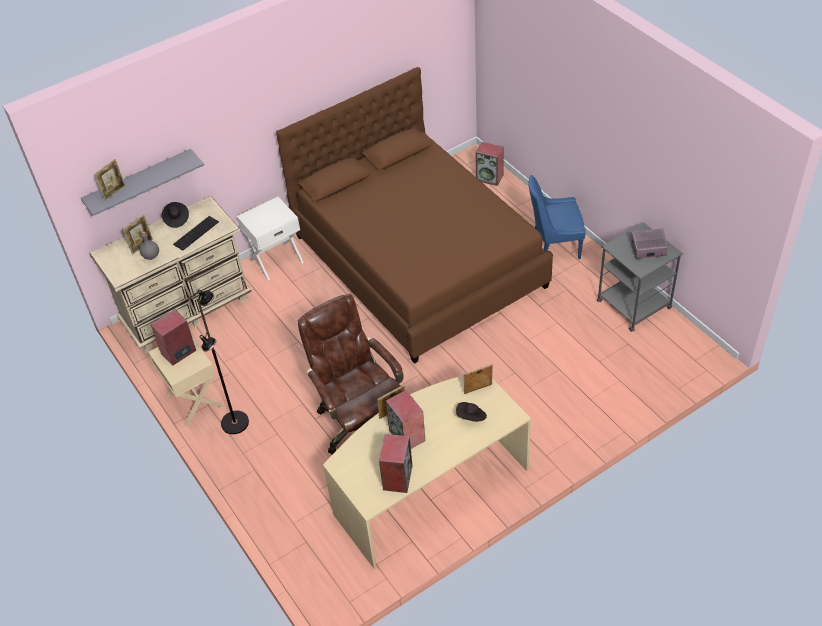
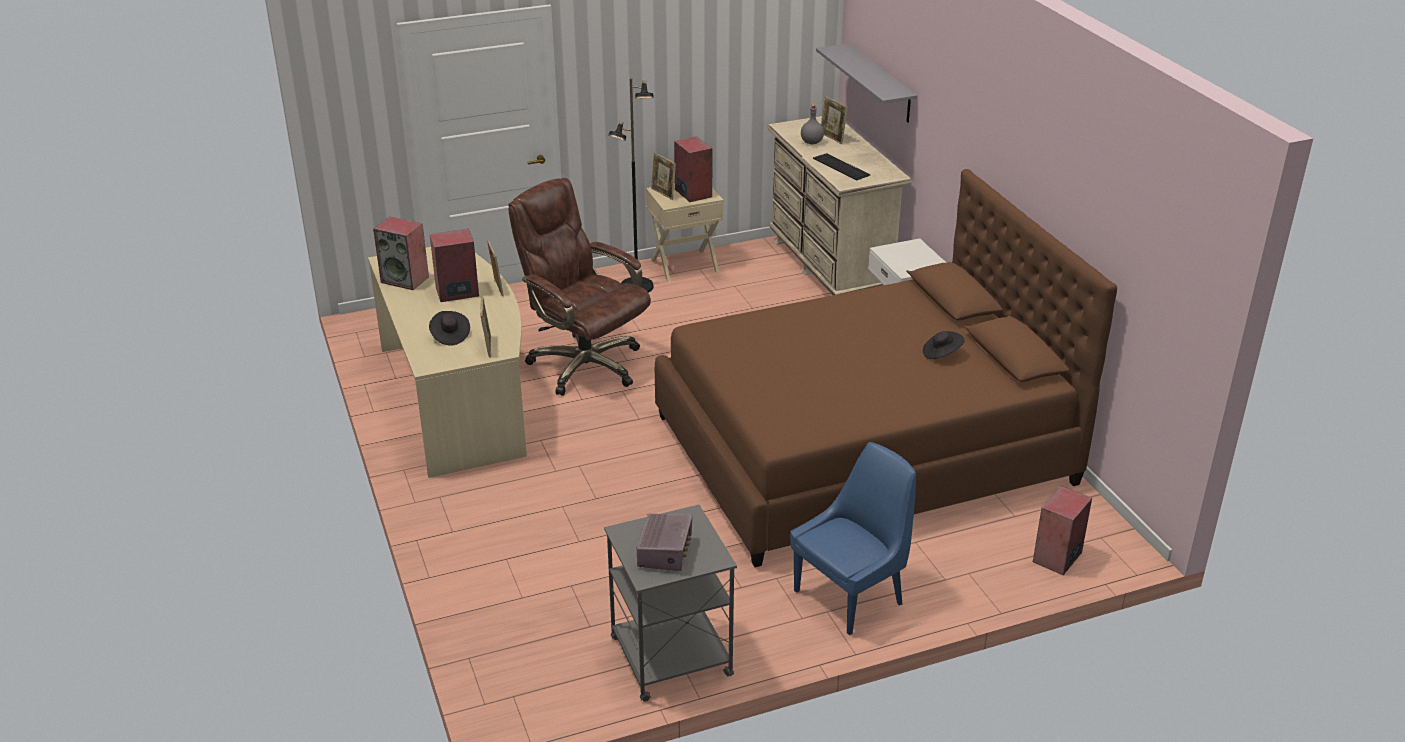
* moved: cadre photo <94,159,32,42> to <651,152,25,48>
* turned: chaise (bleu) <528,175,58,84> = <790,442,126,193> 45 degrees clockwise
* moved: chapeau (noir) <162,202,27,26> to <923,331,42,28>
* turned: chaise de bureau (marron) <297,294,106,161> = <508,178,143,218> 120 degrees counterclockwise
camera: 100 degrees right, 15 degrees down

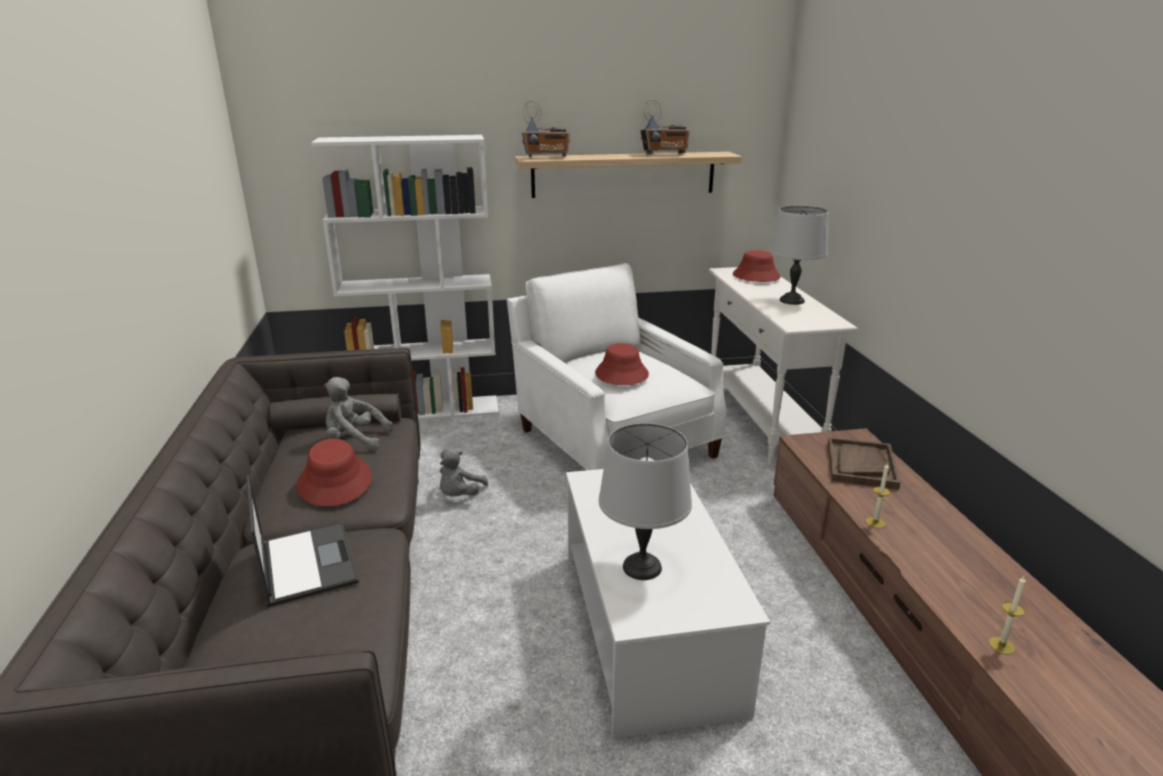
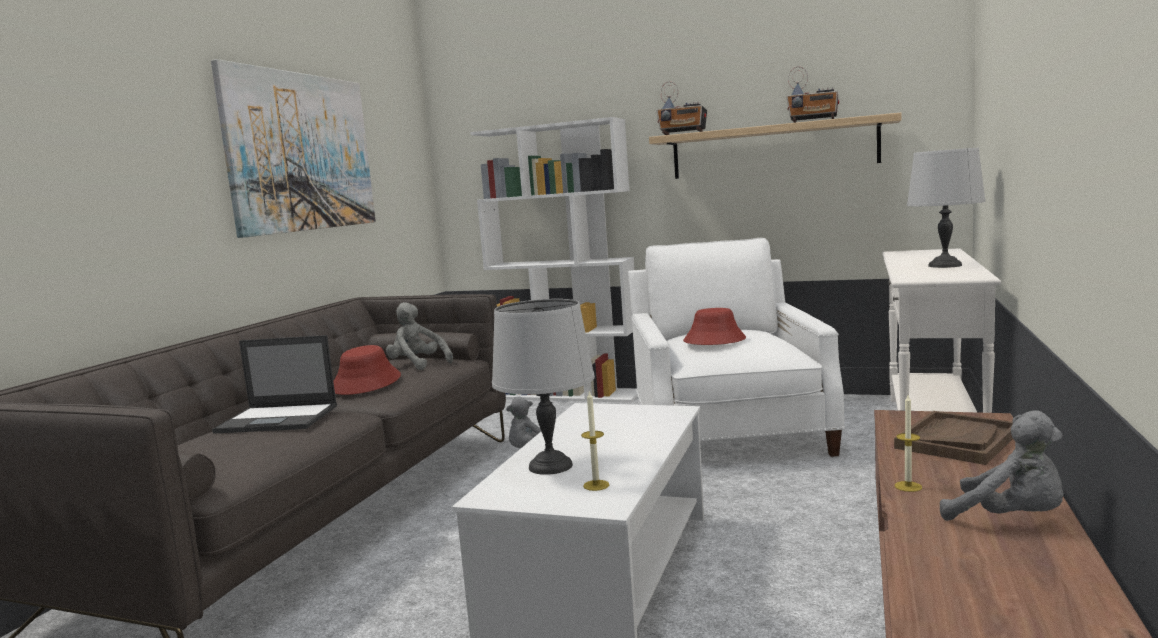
* removed: chapeau (rouge) <733,250,48,32>
* turned: ordinateur portable <246,475,113,133> = <212,335,125,99> 90 degrees clockwise
* moved: bougie <989,576,36,79> to <581,391,28,100>
* added: tableau <211,59,165,179>
* added: peluche (gris) <940,410,124,111>
camera: 30 degrees right, 15 degrees down

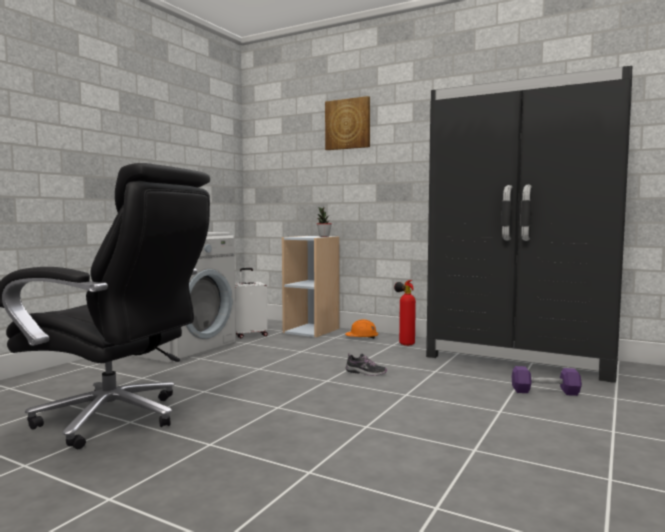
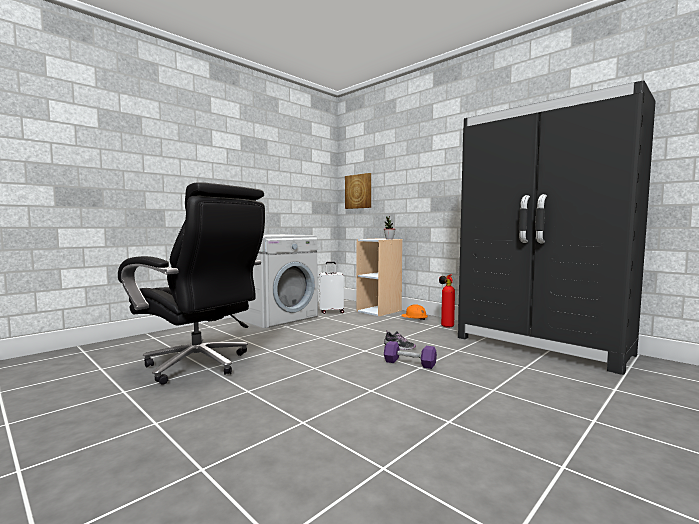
* moved: tableau <325,96,45,54> to <345,173,26,36>
* moved: haltère (violet) <512,366,70,30> to <384,341,53,28>
camera: 15 degrees right, 0 degrees up

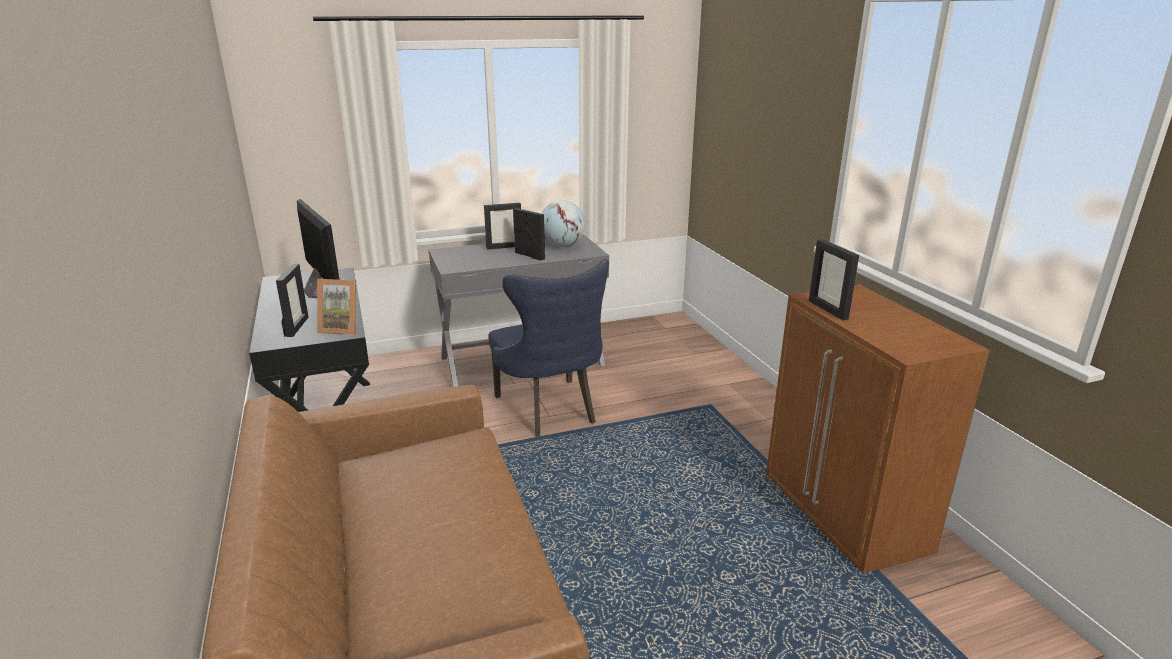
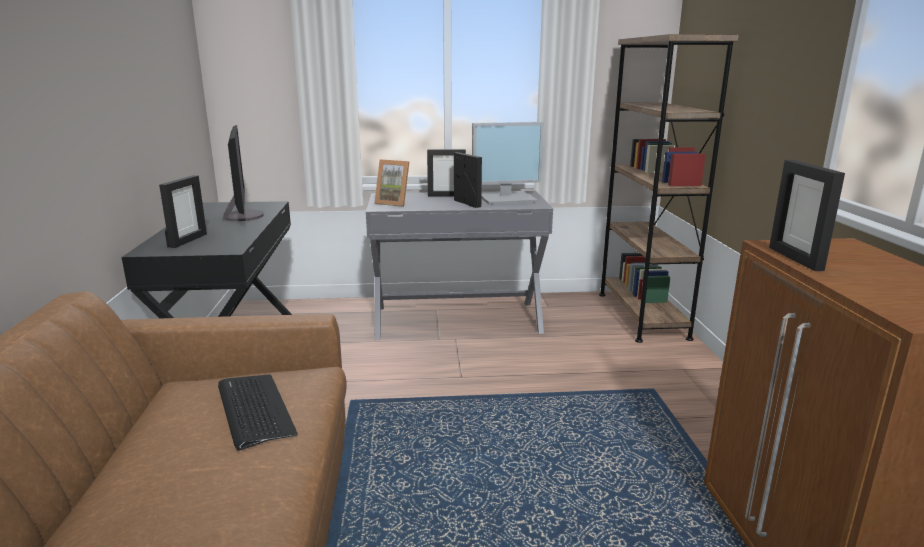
* replaced: globe <541,200,44,47> to écran d'ordinateur <472,122,72,83>
* removed: chaise (bleu) <489,260,120,177>
* moved: cadre photo <317,279,39,56> to <374,159,35,48>
* added: bibliothèque (marron) <599,34,140,309>
* added: clavier <218,374,80,77>
camera: 15 degrees right, 5 degrees down

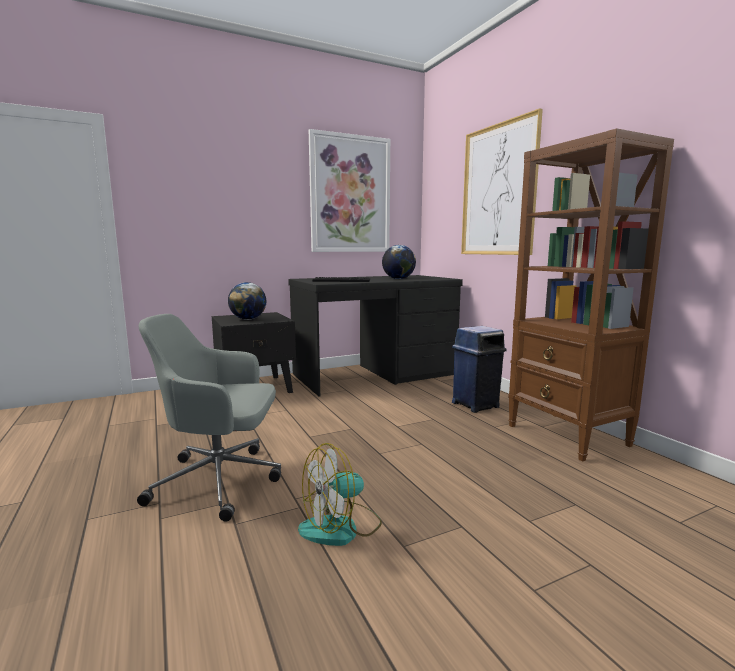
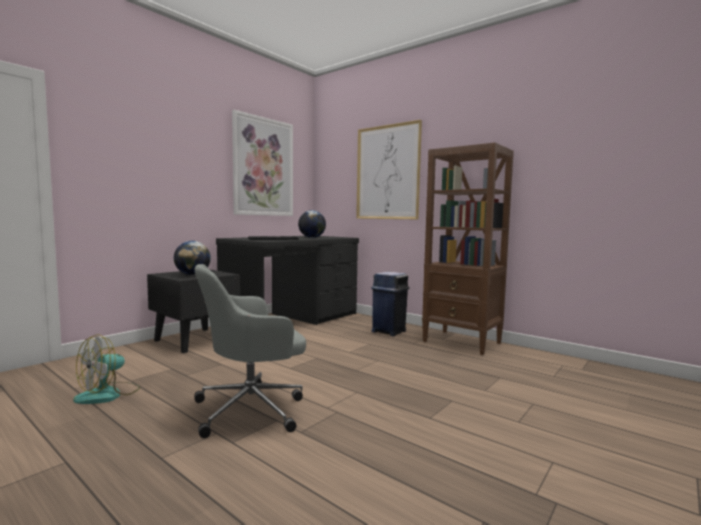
* moved: ventilateur <298,443,84,103> to <73,334,67,70>
camera: 25 degrees left, 5 degrees down

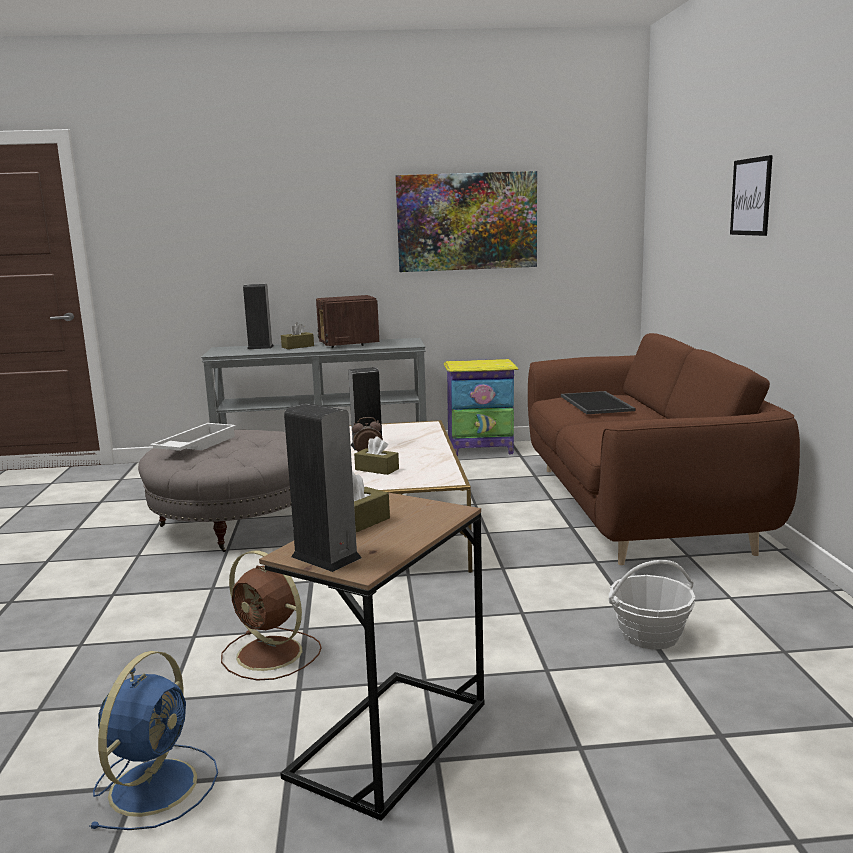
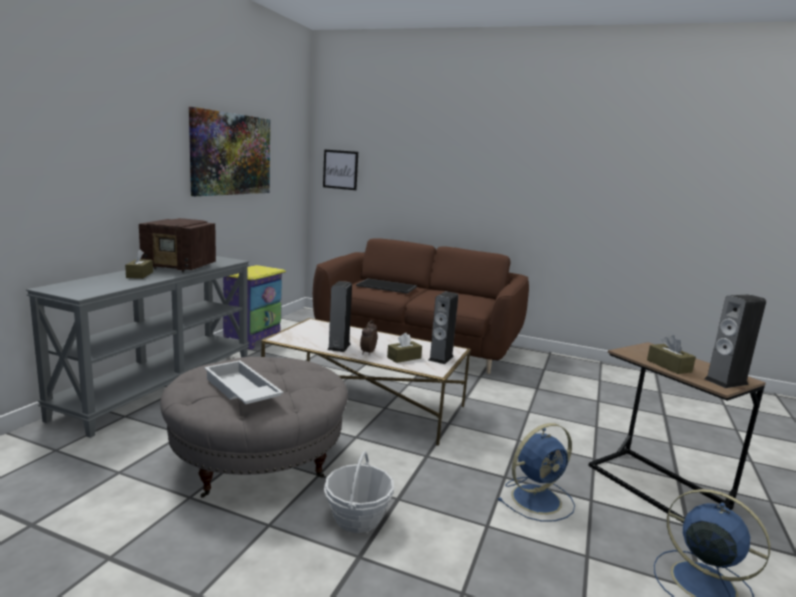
* moved: tableau <730,155,43,81> to <323,150,35,40>
* moved: enceinte <243,284,31,65> to <428,291,30,73>
* recoloured: ventilateur (marron) <221,550,101,131> to ventilateur (bleu) <498,423,77,99>
* moved: panier <609,560,87,90> to <324,451,70,82>
camera: 65 degrees left, 0 degrees up

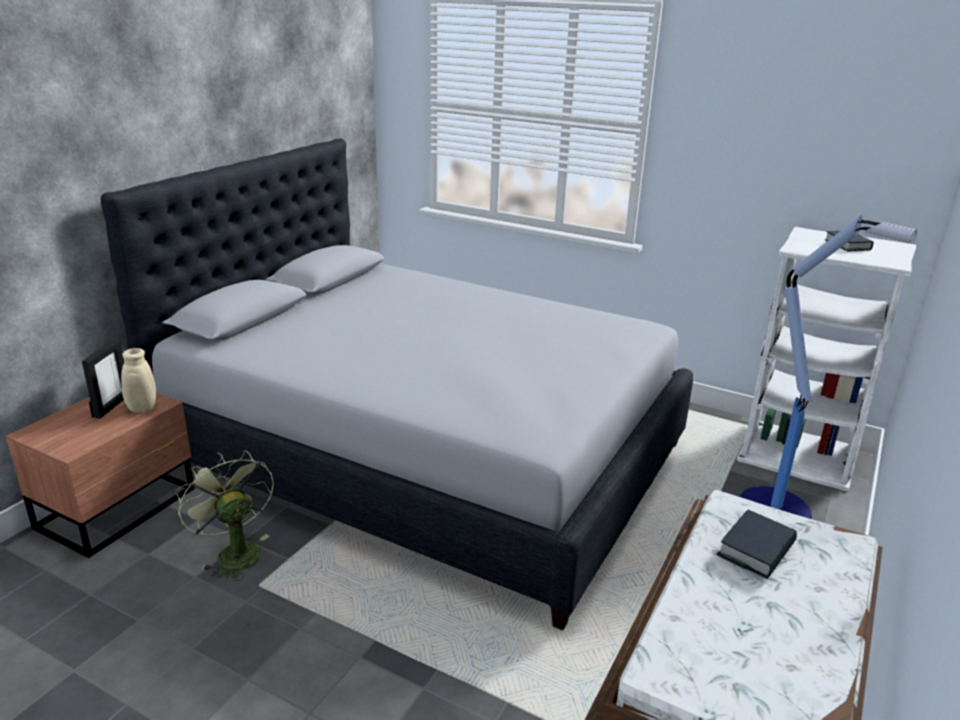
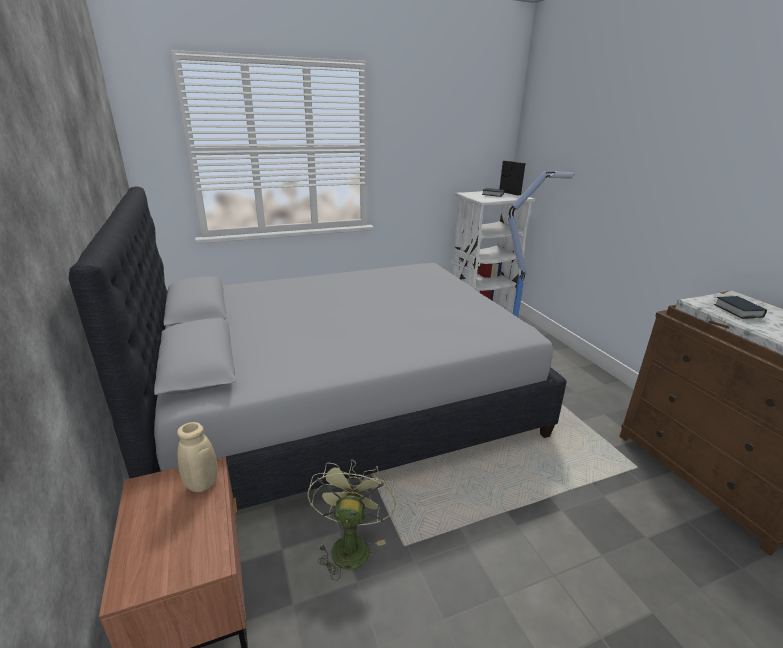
* moved: cadre photo <82,340,42,79> to <499,160,27,36>
* turned: ventilateur (vert) <175,450,99,131> = <307,459,89,122> 90 degrees clockwise
camera: 50 degrees left, 0 degrees up

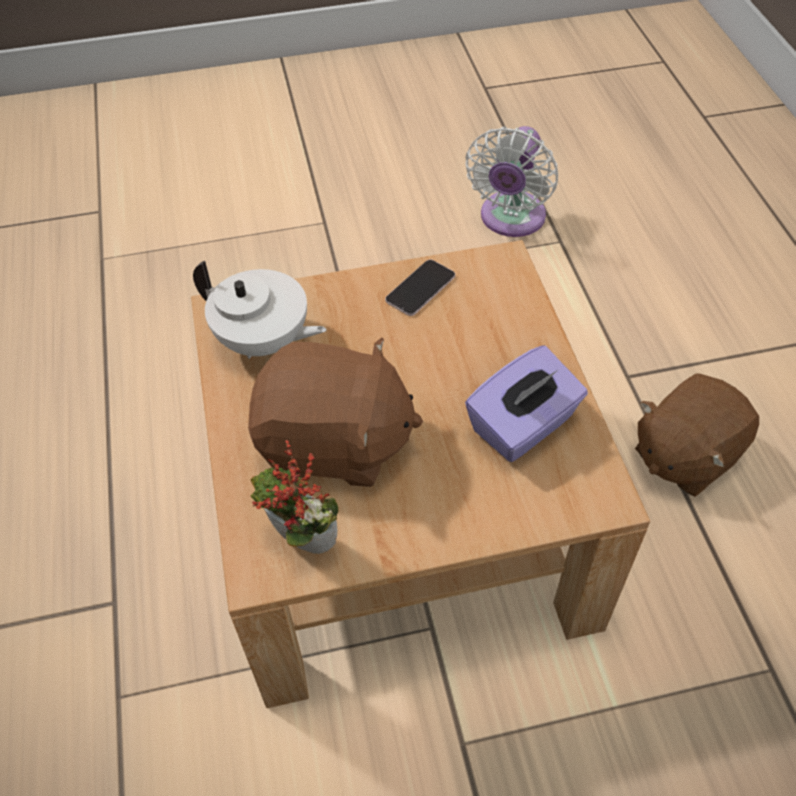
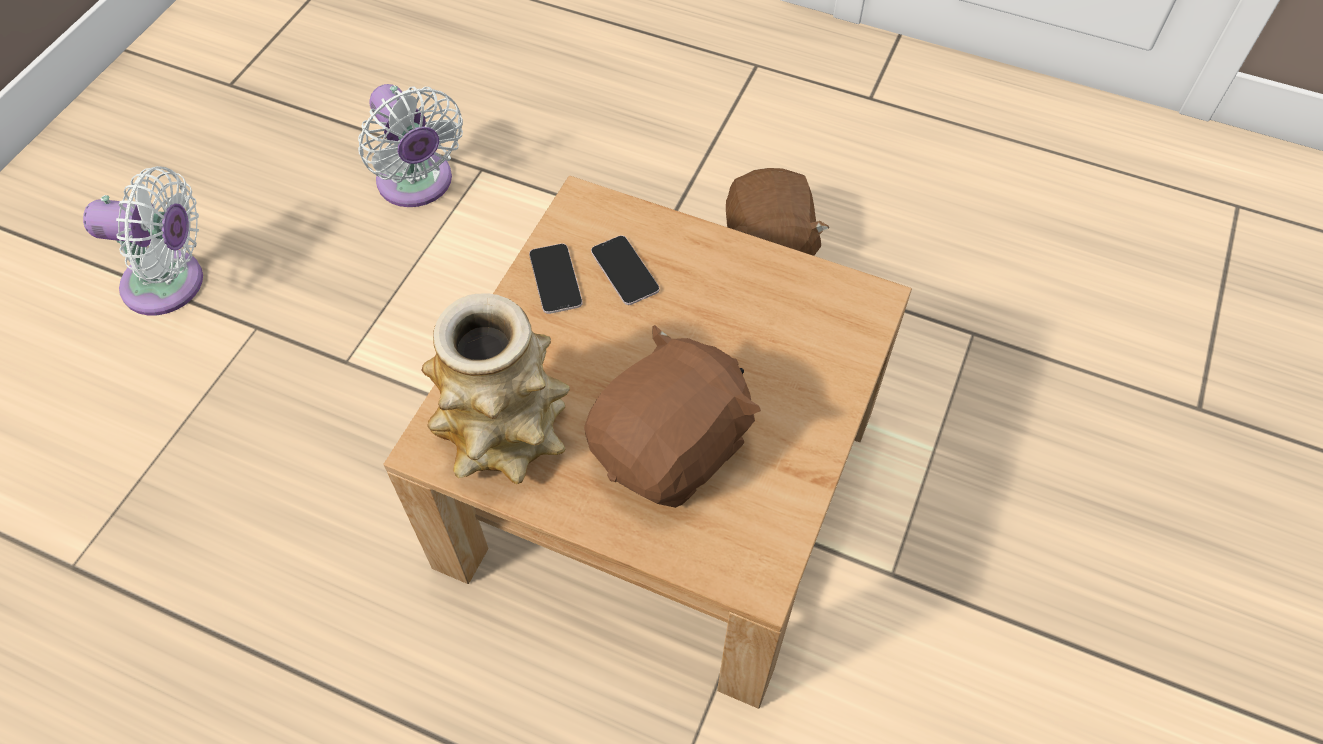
* replaced: théière (blanc) <193,261,134,98> to vase <421,293,149,191>
* removed: boîte à mouchoirs (violet) <465,345,123,117>
* removed: plante en pot <250,440,88,114>
* added: ventilateur (blanc) <83,166,120,149>
* added: téléphone <591,235,69,70>
camera: 55 degrees left, 5 degrees up

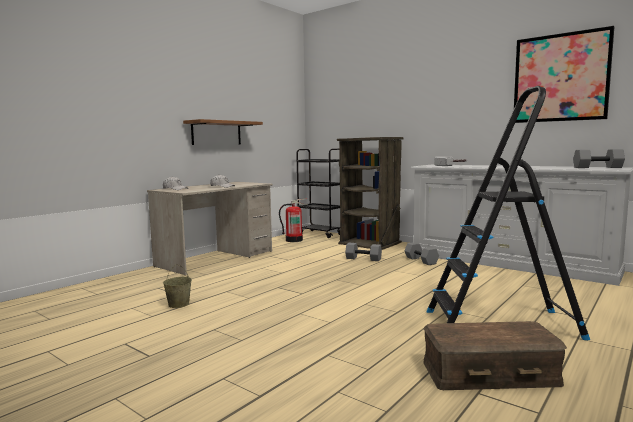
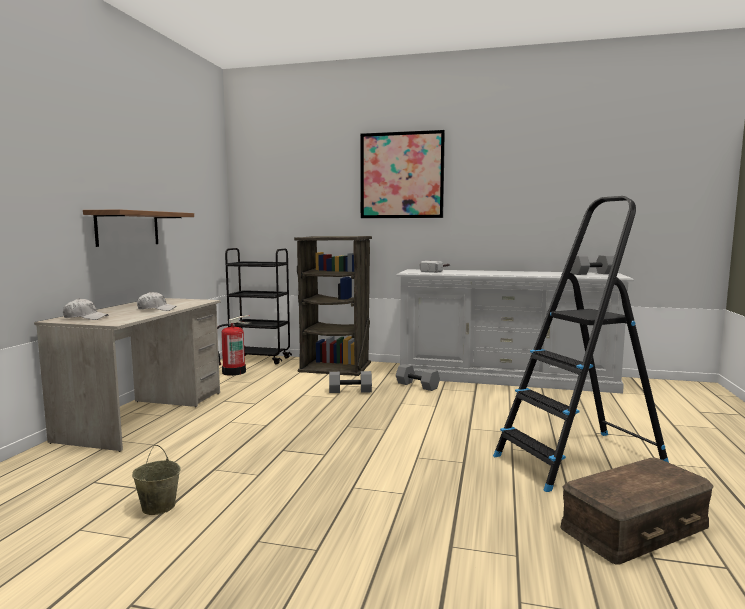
* moved: tableau <514,26,101,97> to <360,130,85,88>
camera: 25 degrees left, 0 degrees up

